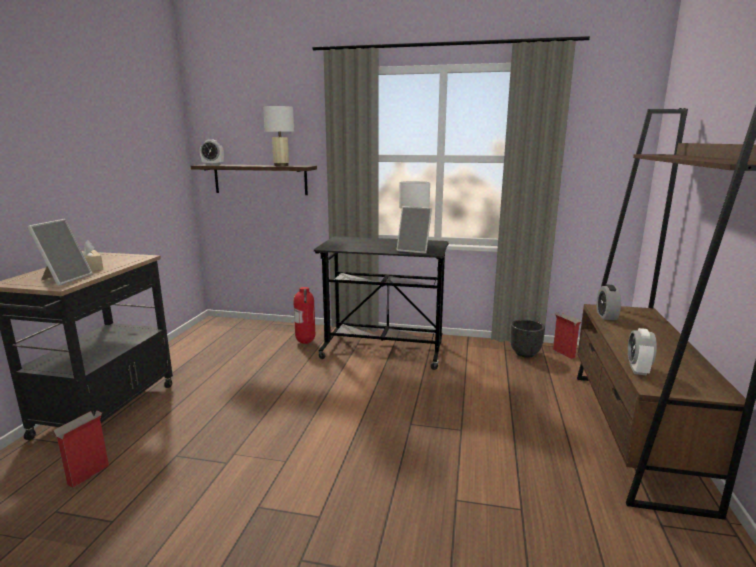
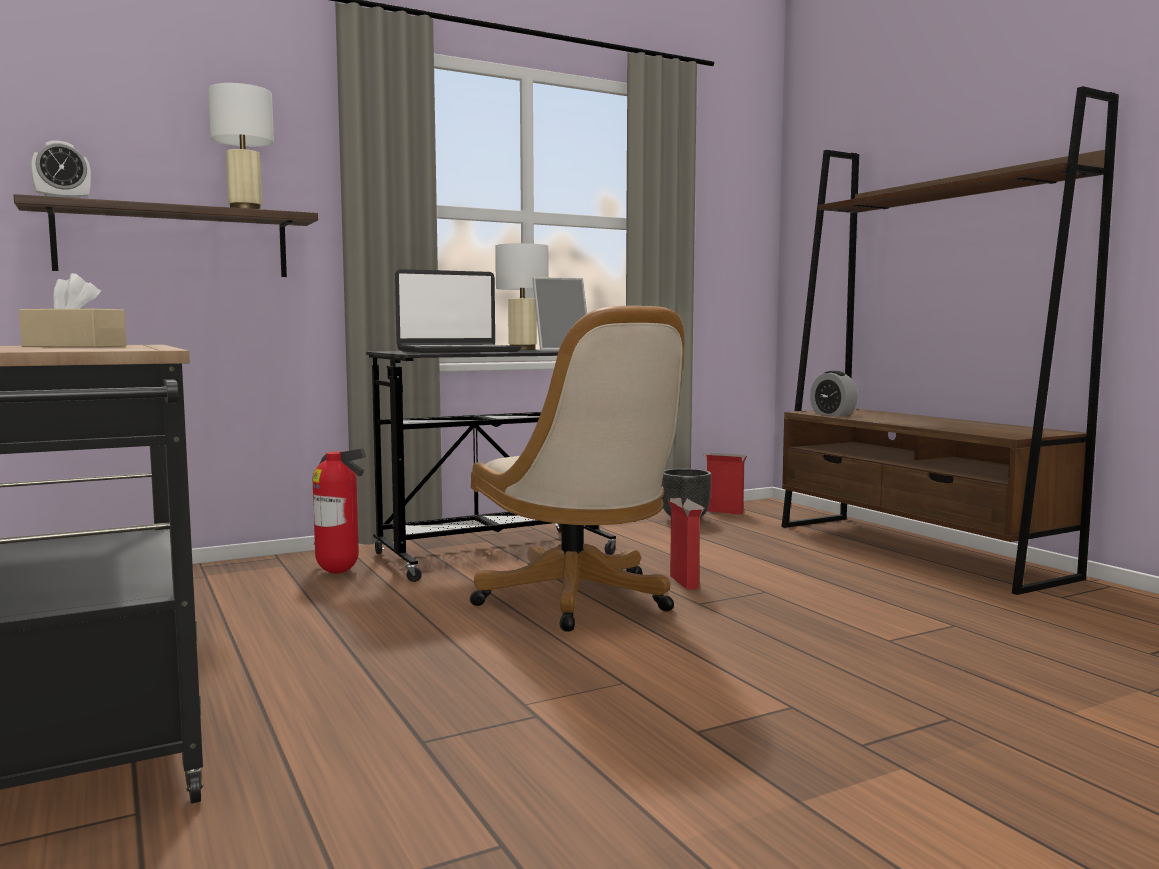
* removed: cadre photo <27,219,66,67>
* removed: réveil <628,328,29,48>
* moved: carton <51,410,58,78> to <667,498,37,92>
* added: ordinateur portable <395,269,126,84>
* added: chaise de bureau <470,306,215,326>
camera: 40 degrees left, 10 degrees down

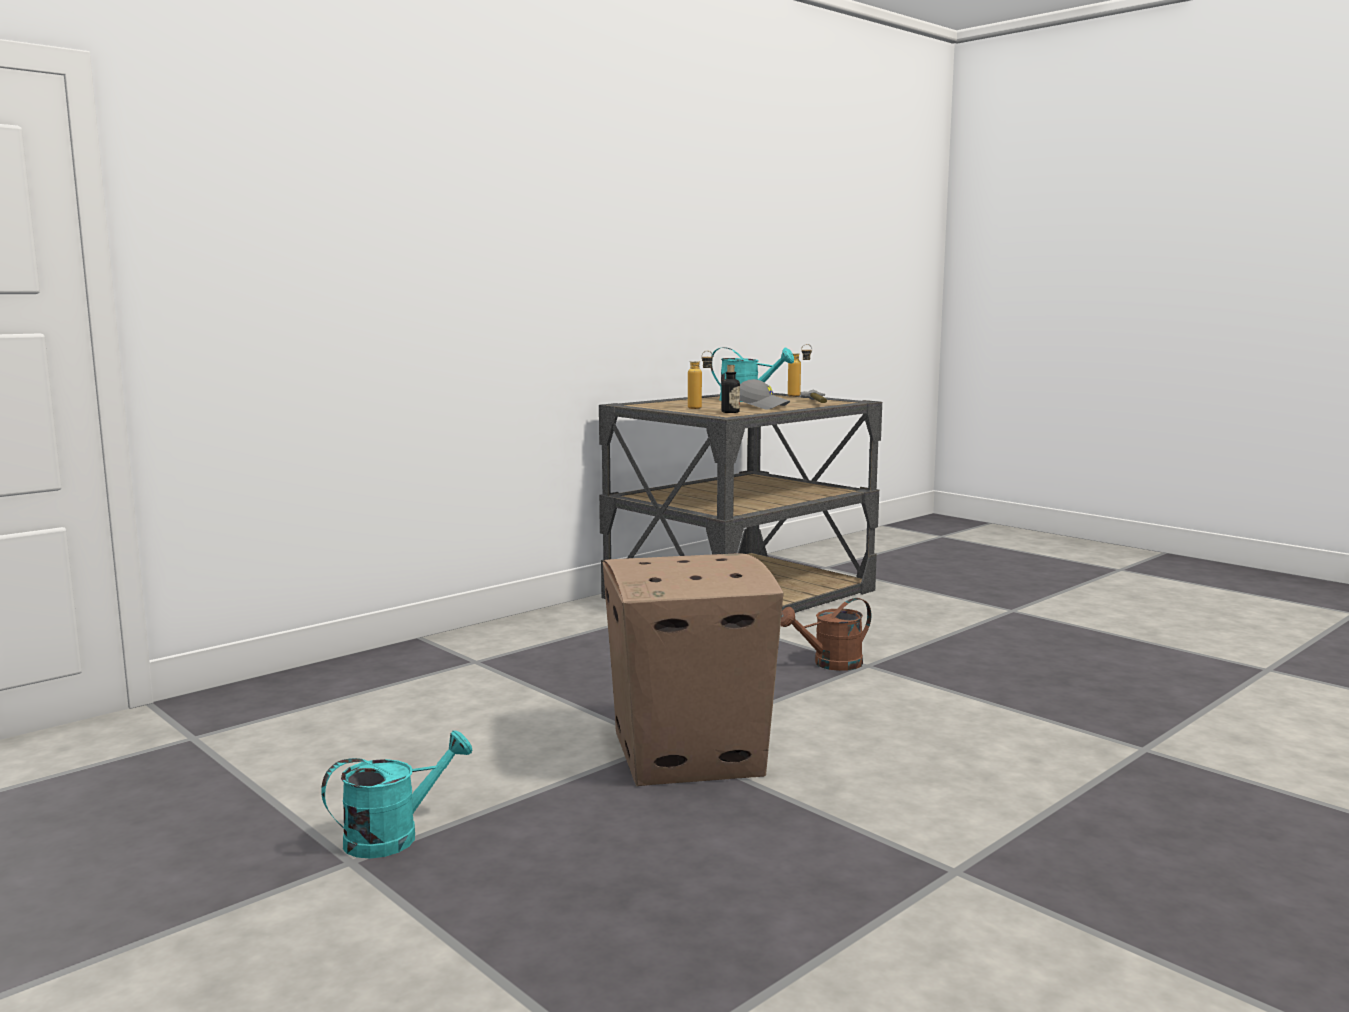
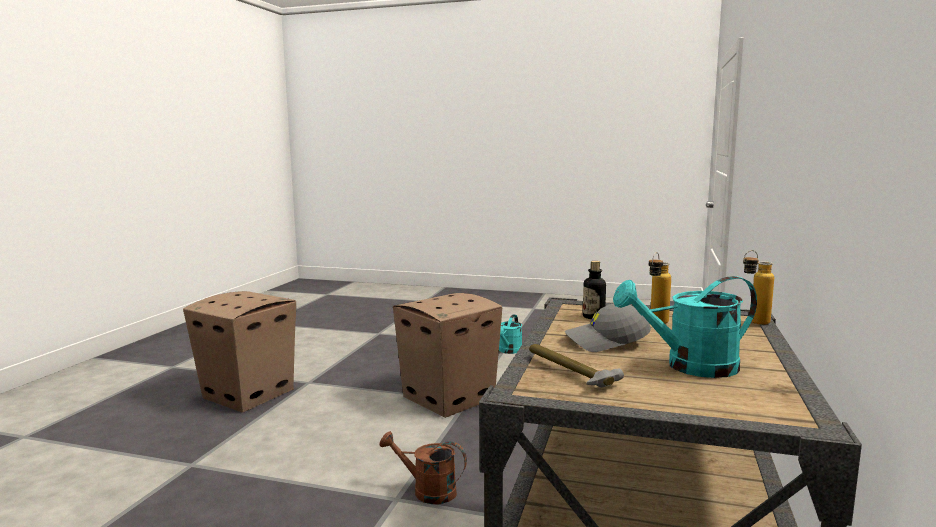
* moved: bouteille <788,344,24,52> to <743,250,31,75>
* turned: arrosoir (marron) <781,598,90,73> = <379,431,88,73> 105 degrees counterclockwise
* added: carton <183,291,113,121>
camera: 150 degrees right, 0 degrees up

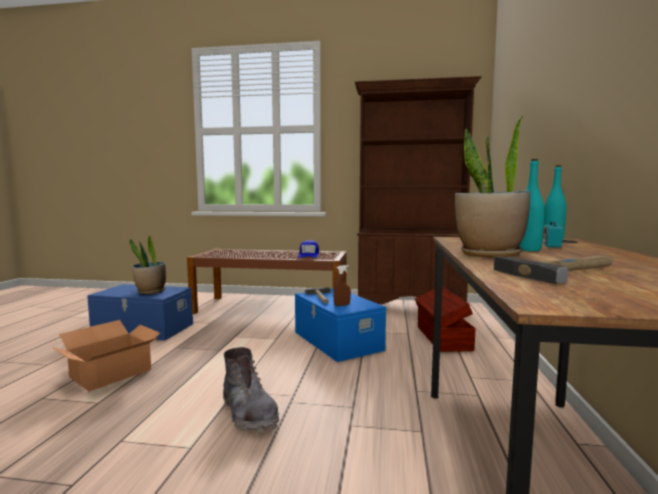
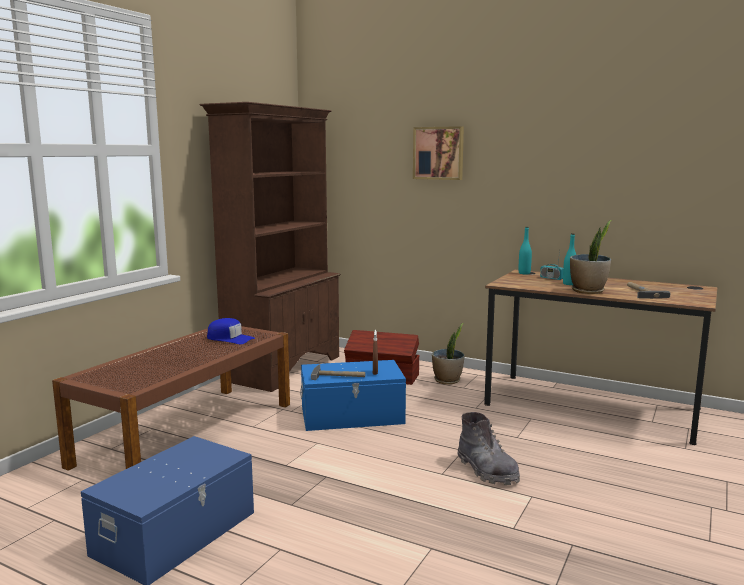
* moved: plante en pot <129,235,37,59> to <432,323,32,62>
* removed: carton <52,320,108,71>
* turned: botte (gris) <223,347,56,86> = <458,412,62,73> 75 degrees clockwise
* added: tableau <413,126,51,54>
camera: 70 degrees left, 5 degrees up

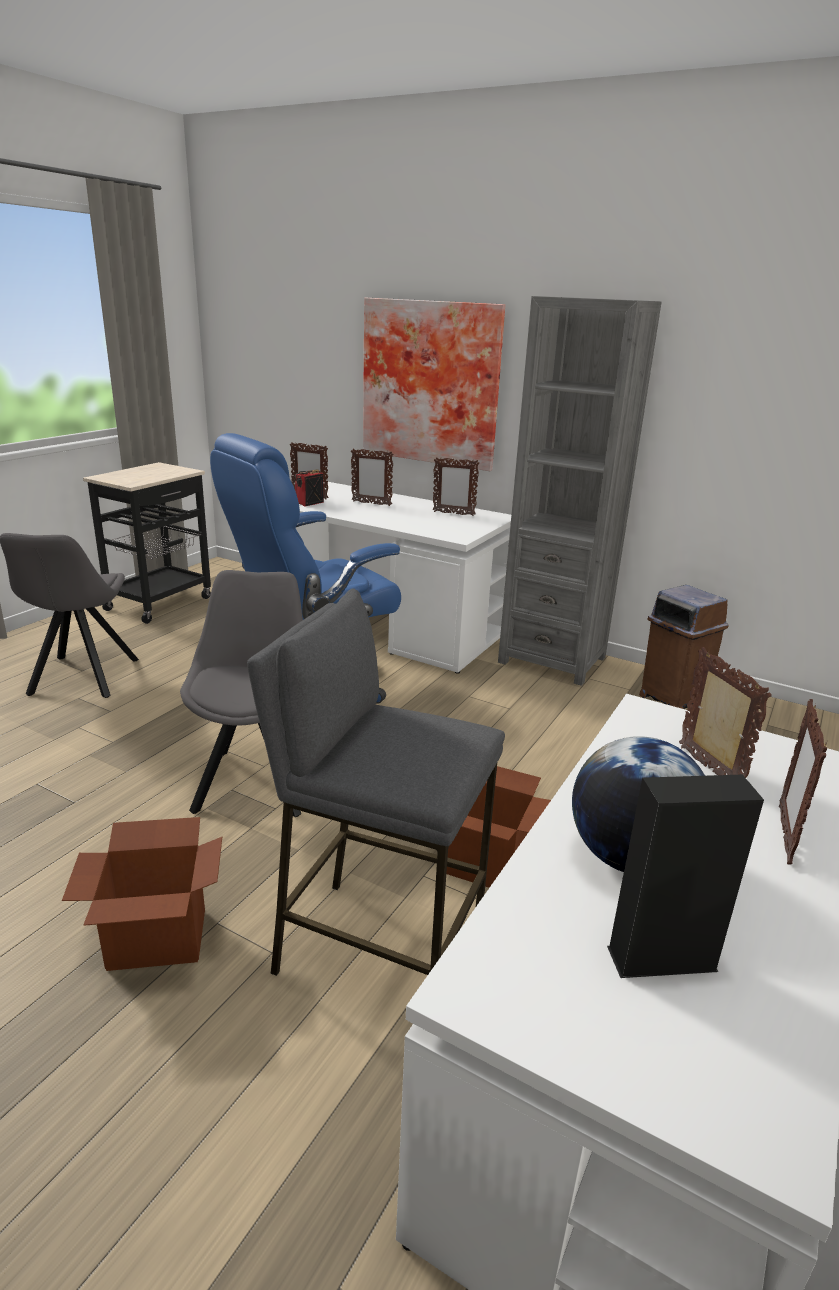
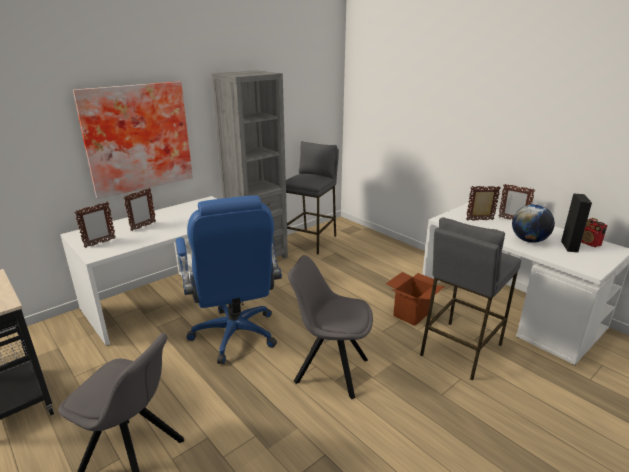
* removed: cadre photo <433,457,46,59>
* moved: radio <295,469,29,38> to <581,218,27,29>
* replaced: poubelle (marron) <639,585,90,124> to tabouret (gris) <286,141,53,113>
* removed: carton <62,817,160,154>
camera: 70 degrees left, 0 degrees up

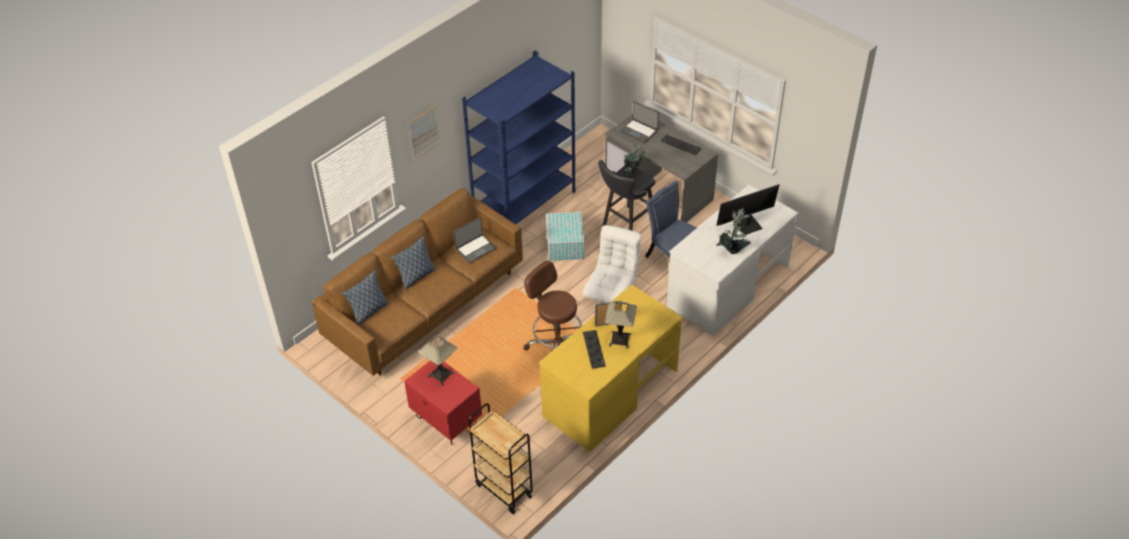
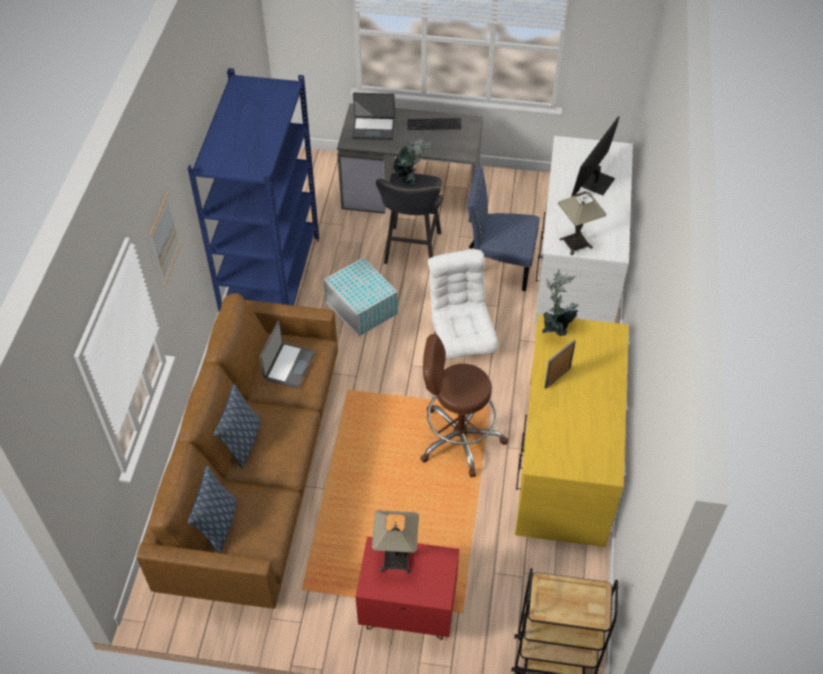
* moved: plante en pot <717,208,34,46> to <542,269,37,67>
* moved: lampe de table <605,301,32,48> to <558,191,48,65>
* removed: clavier <583,330,23,39>
camera: 35 degrees left, 5 degrees up

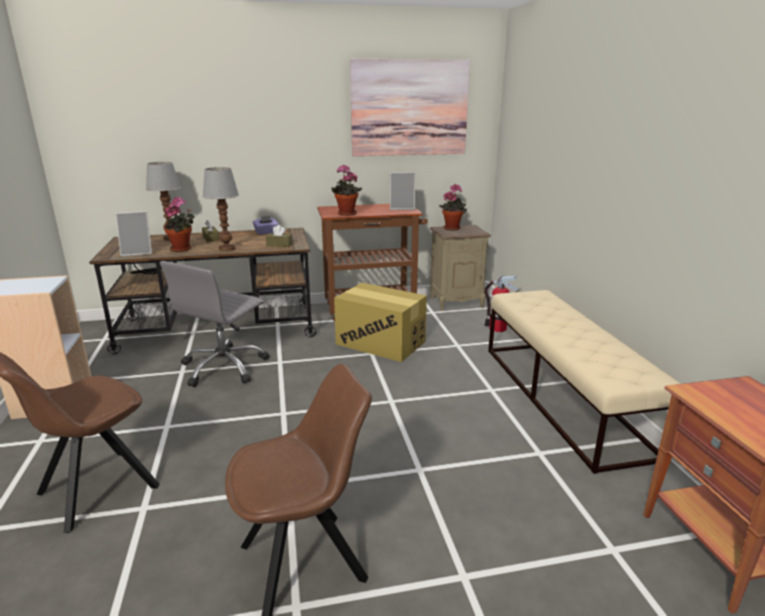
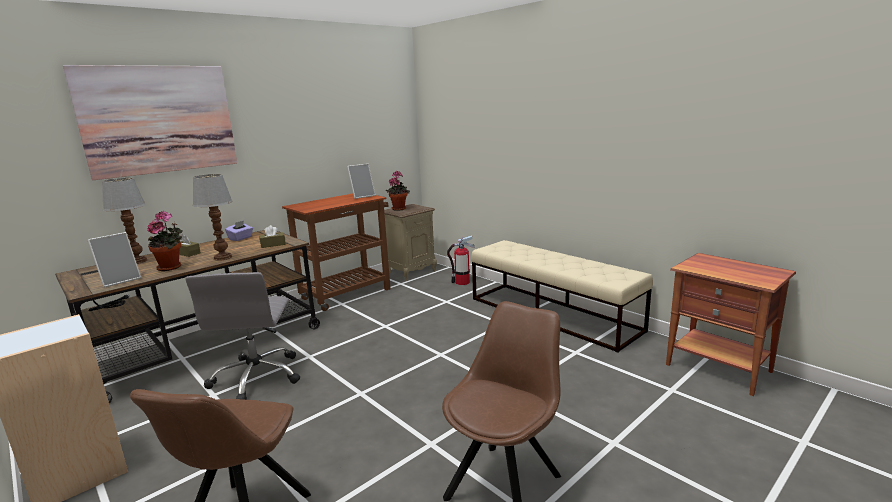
* moved: tableau <350,59,120,97> to <63,65,174,115>
* removed: plante en pot <331,165,31,51>
* removed: carton <334,283,93,79>
camera: 30 degrees left, 5 degrees down

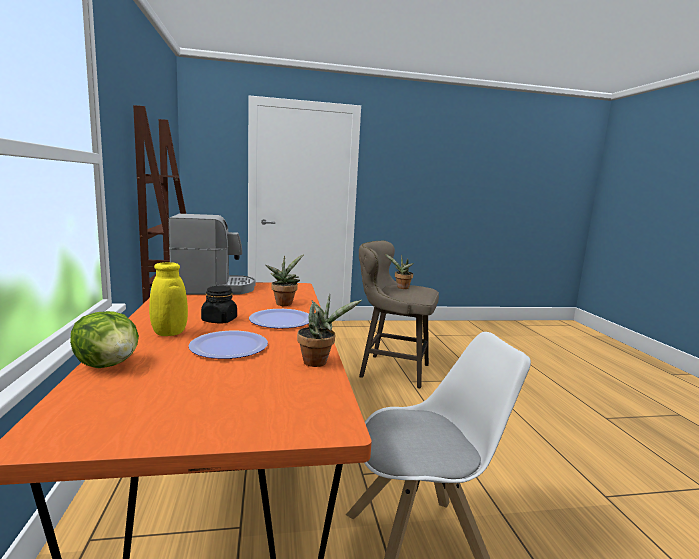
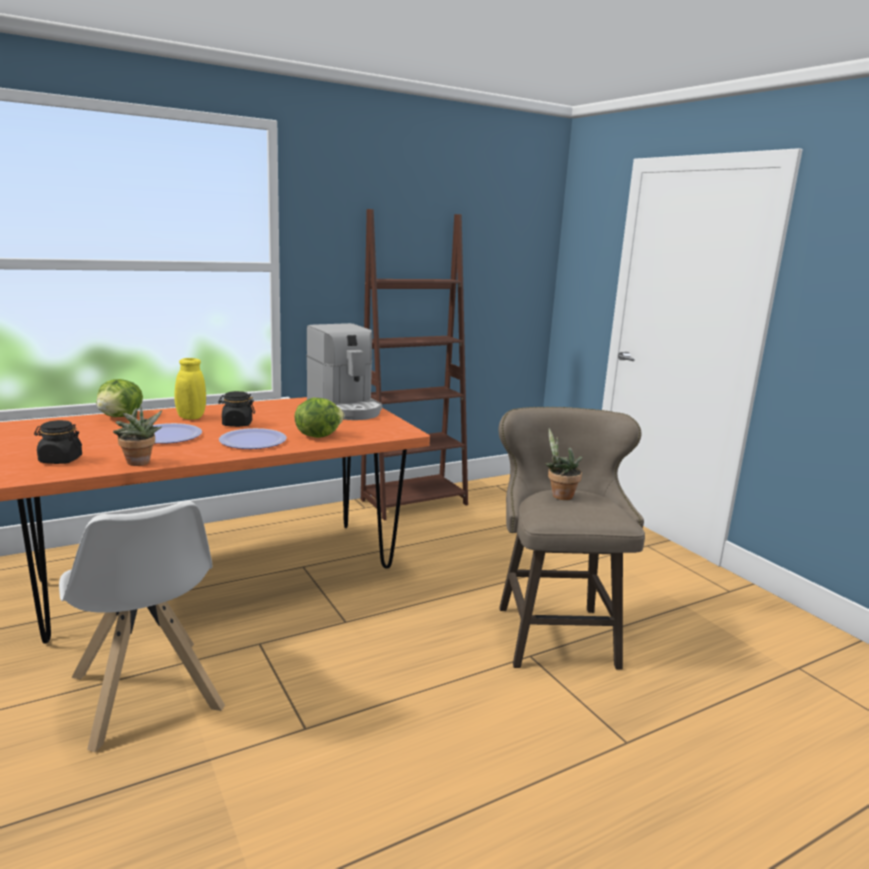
* replaced: plante en pot <265,254,39,52> to laitue <295,398,50,40>
* added: bocal (noir) <34,420,48,44>
camera: 70 degrees right, 5 degrees up

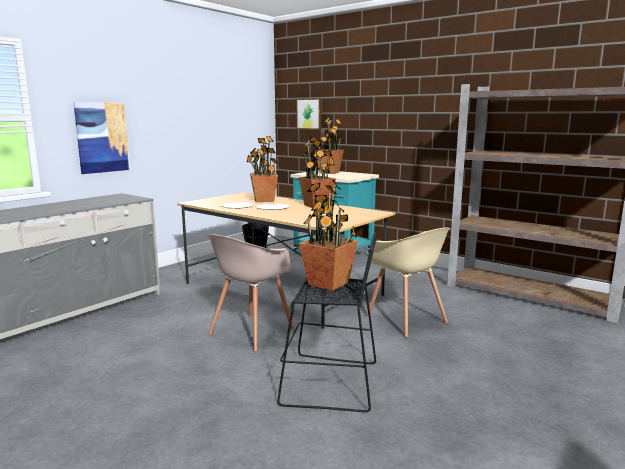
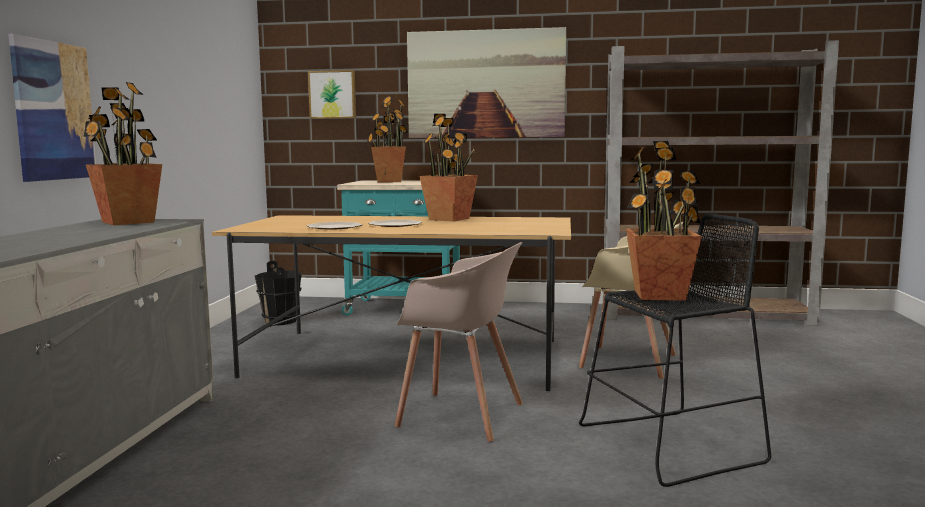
* moved: plante en pot <247,136,31,66> to <83,82,79,143>
* turned: chaise (beige) <207,234,87,117> = <395,242,128,200> 75 degrees counterclockwise
* added: tableau <407,27,159,111>
camera: 30 degrees left, 5 degrees down

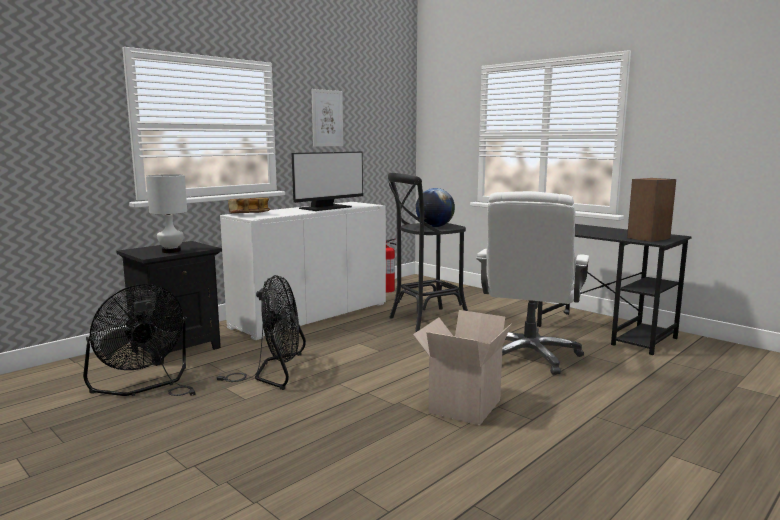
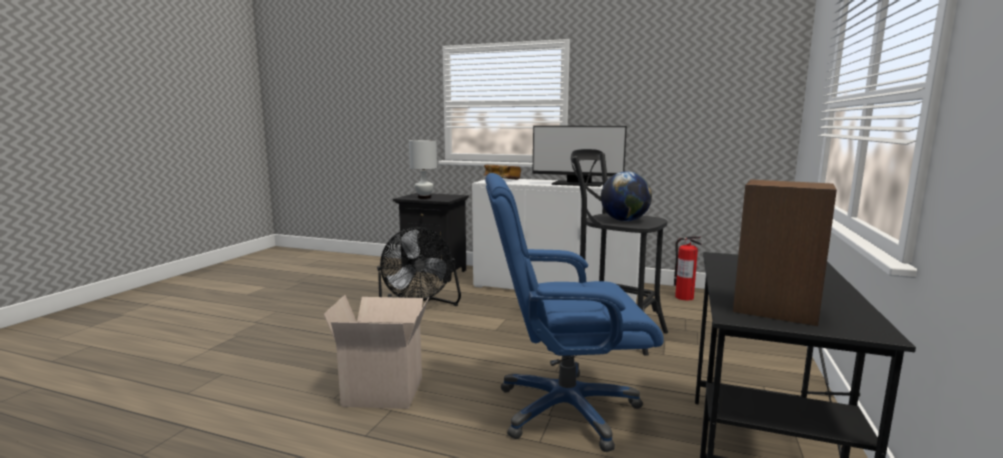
* removed: tableau <311,89,32,58>
* recoloured: chaise de bureau (blanc) <476,191,113,184> to chaise de bureau (bleu) <485,173,179,279>
* removed: ventilateur (noir) <83,284,112,112>
camera: 65 degrees right, 0 degrees up

